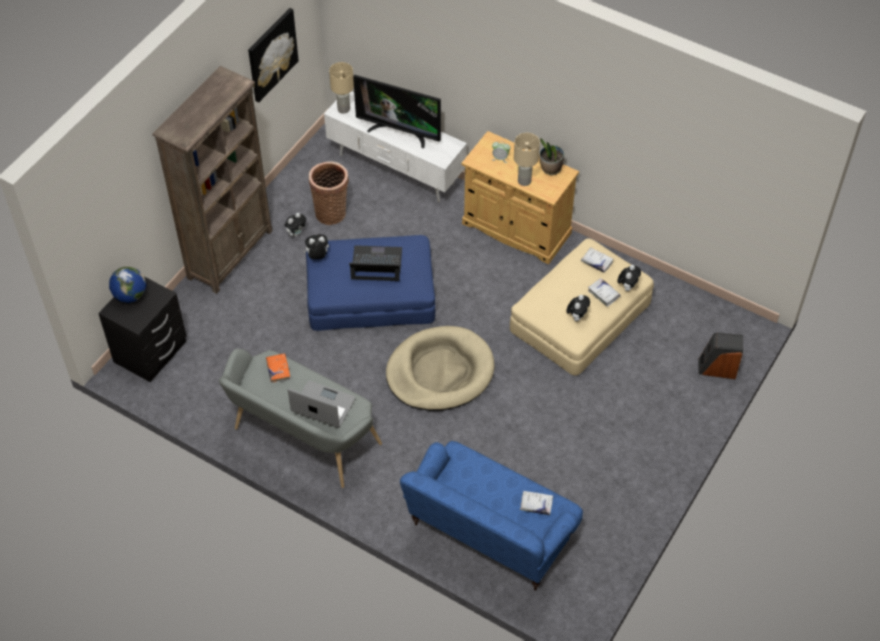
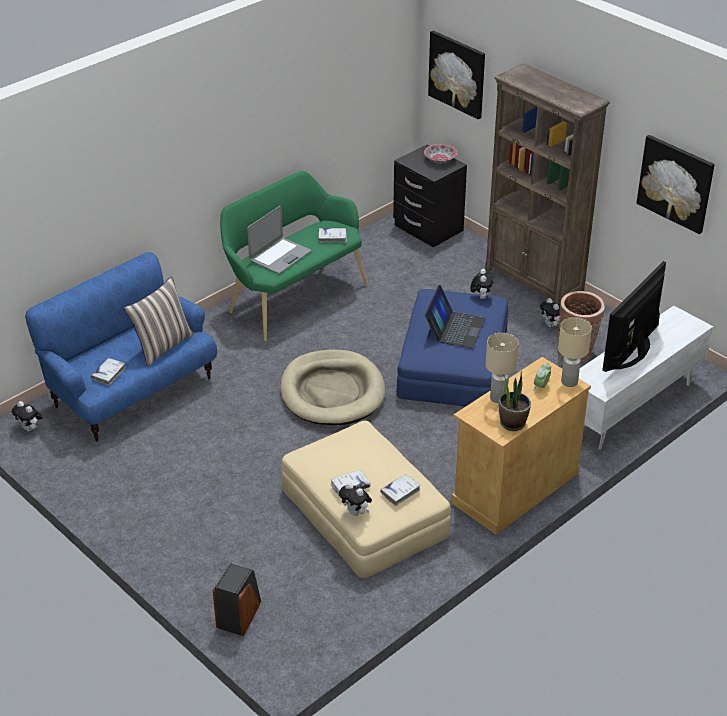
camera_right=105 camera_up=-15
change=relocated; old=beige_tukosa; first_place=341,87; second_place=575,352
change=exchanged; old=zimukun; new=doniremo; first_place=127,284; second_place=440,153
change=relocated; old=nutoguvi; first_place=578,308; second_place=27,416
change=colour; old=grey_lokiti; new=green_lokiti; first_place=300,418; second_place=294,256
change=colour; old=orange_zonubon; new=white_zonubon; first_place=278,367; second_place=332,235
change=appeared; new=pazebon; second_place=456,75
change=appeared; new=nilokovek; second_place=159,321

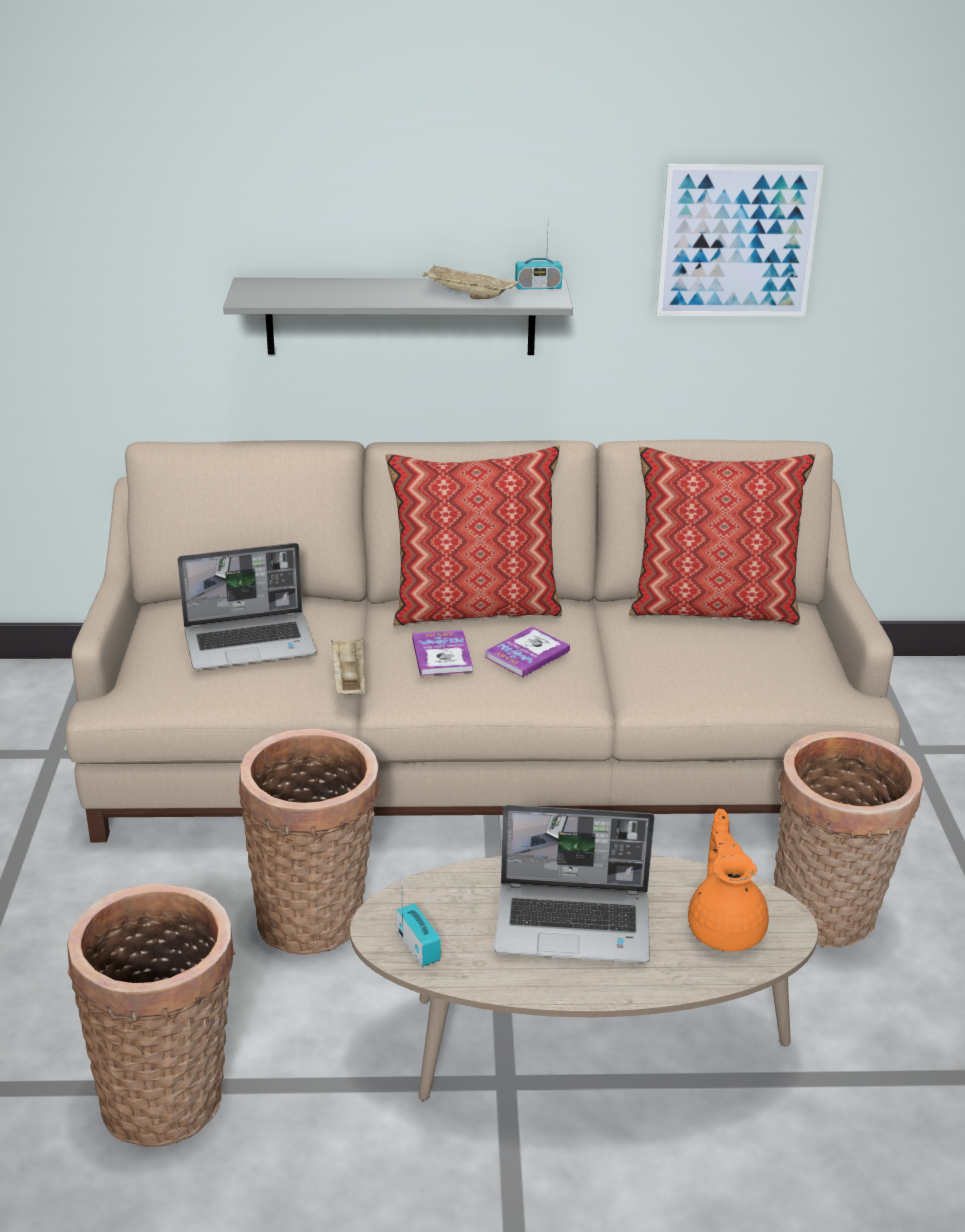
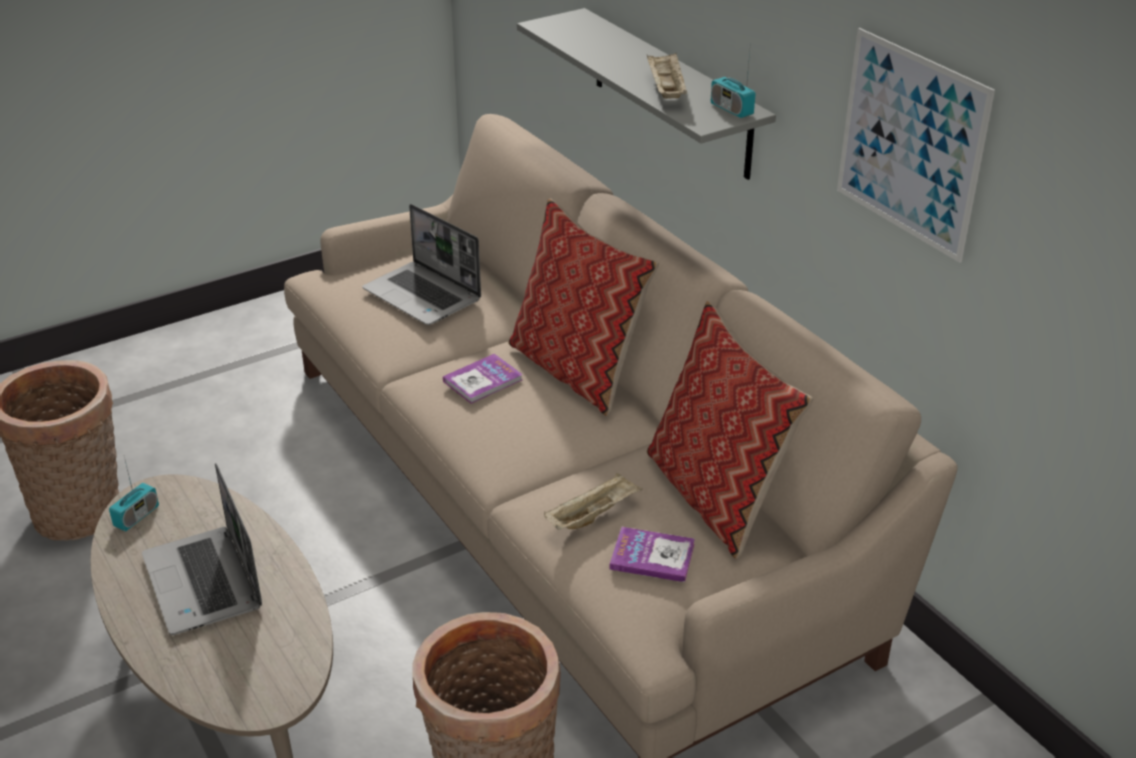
camera_right=60 camera_up=5
change=relocated; old=zonubon; first_place=527,651; second_place=652,554
change=relocated; old=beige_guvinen; first_place=348,666; second_place=593,501
change=missing; old=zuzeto; first_place=309,842
change=missing; old=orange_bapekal; first_place=728,880

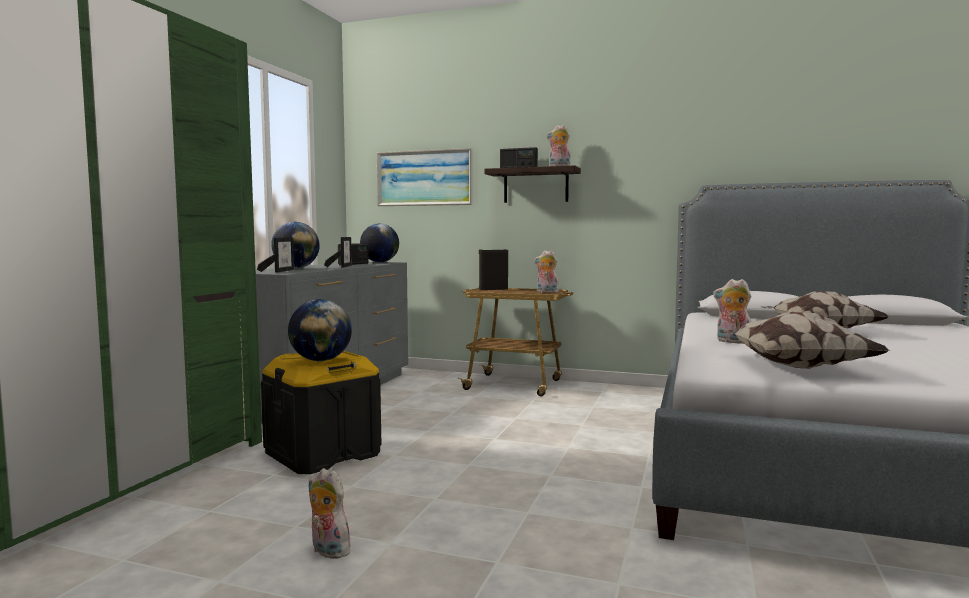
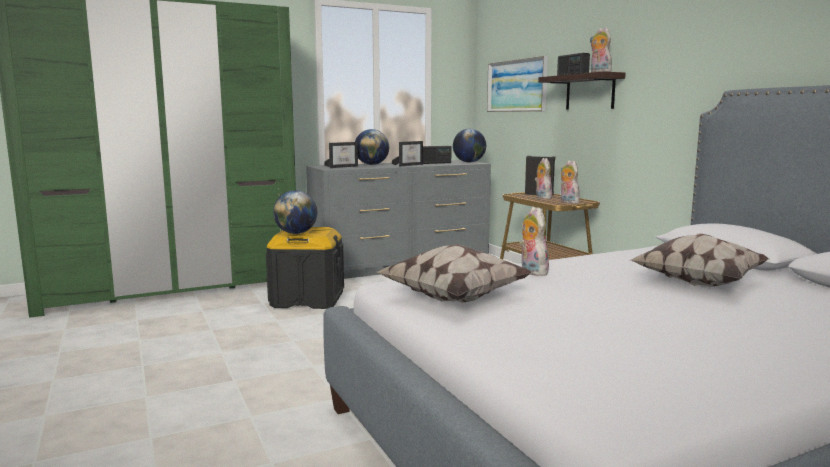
camera_right=45 camera_up=5
change=relocated; old=nutoguvi; first_place=330,513; second_place=543,178

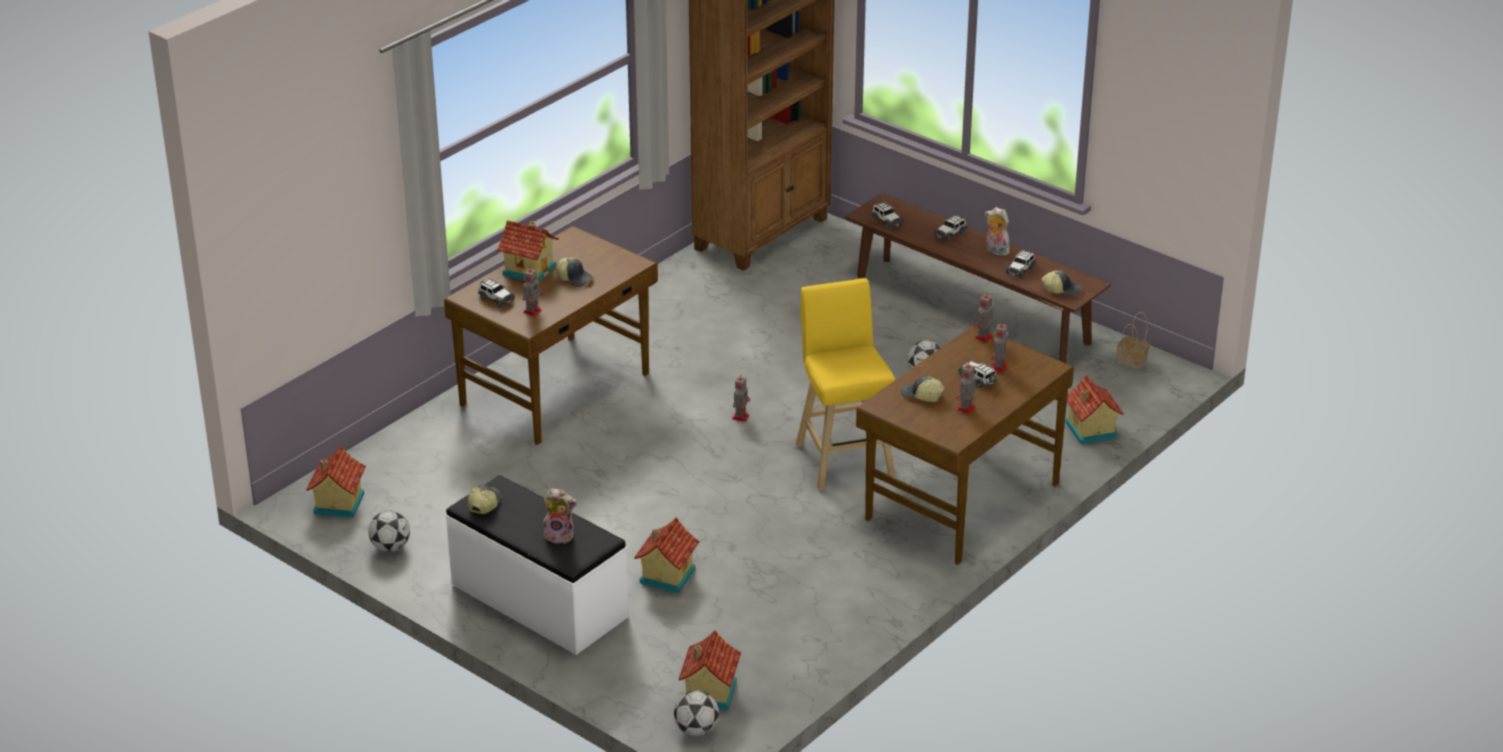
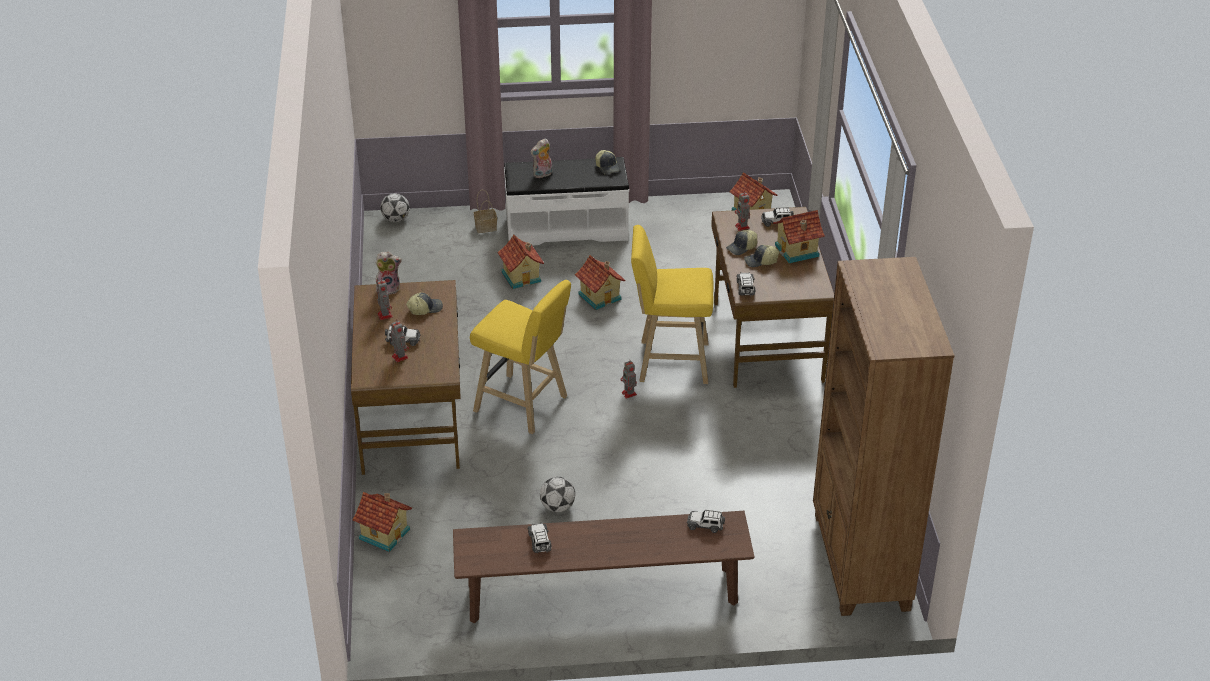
camera_right=135 camera_up=5
change=relocated; old=nutoguvi; first_place=997,231; second_place=388,273
change=relocated; old=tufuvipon; first_place=950,228; second_place=746,284
change=relocated; old=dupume; first_place=1061,283; second_place=741,242
change=missing; old=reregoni; first_place=983,317
change=relocated; old=zuzeto; first_place=1133,340; second_place=485,211
change=missing; old=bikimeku; first_place=389,531
change=relocated; old=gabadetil; first_place=710,670; second_place=600,282
change=appeared; new=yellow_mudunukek; second_place=672,304

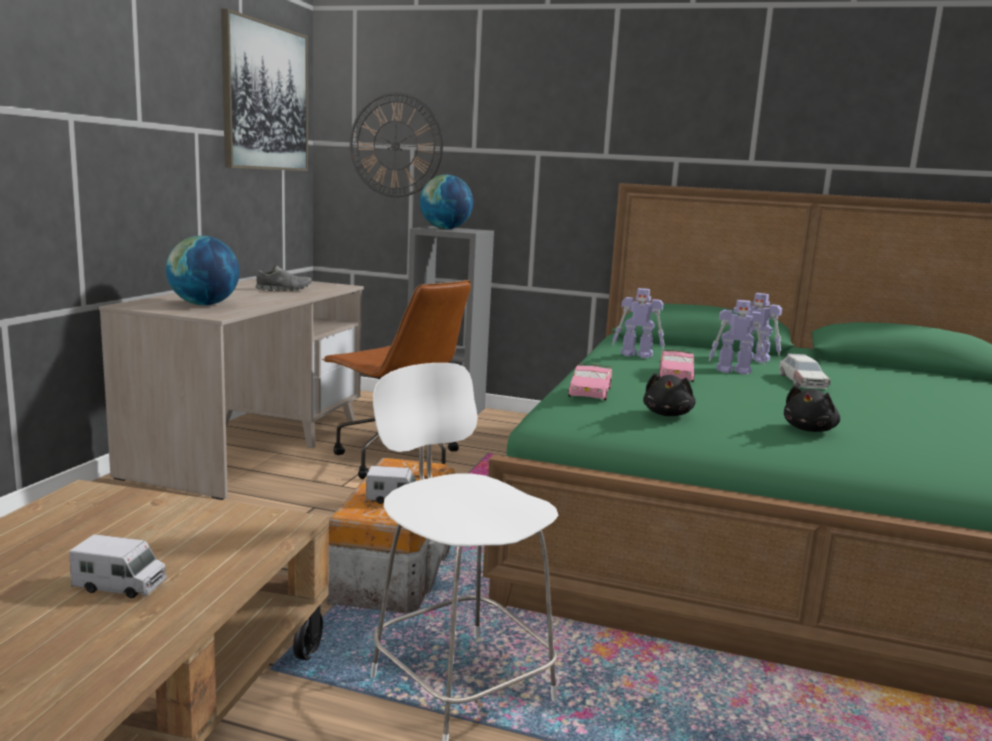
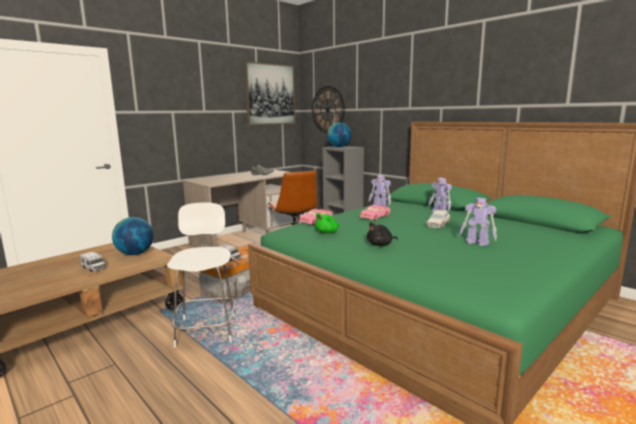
camera_right=30 camera_up=0
change=relocated; old=zimukun; first_place=202,270; second_place=133,236
change=relocated; old=reregoni; first_place=736,337; second_place=478,222
change=colour; old=black_nutoguvi; new=green_nutoguvi; first_place=669,394; second_place=327,223

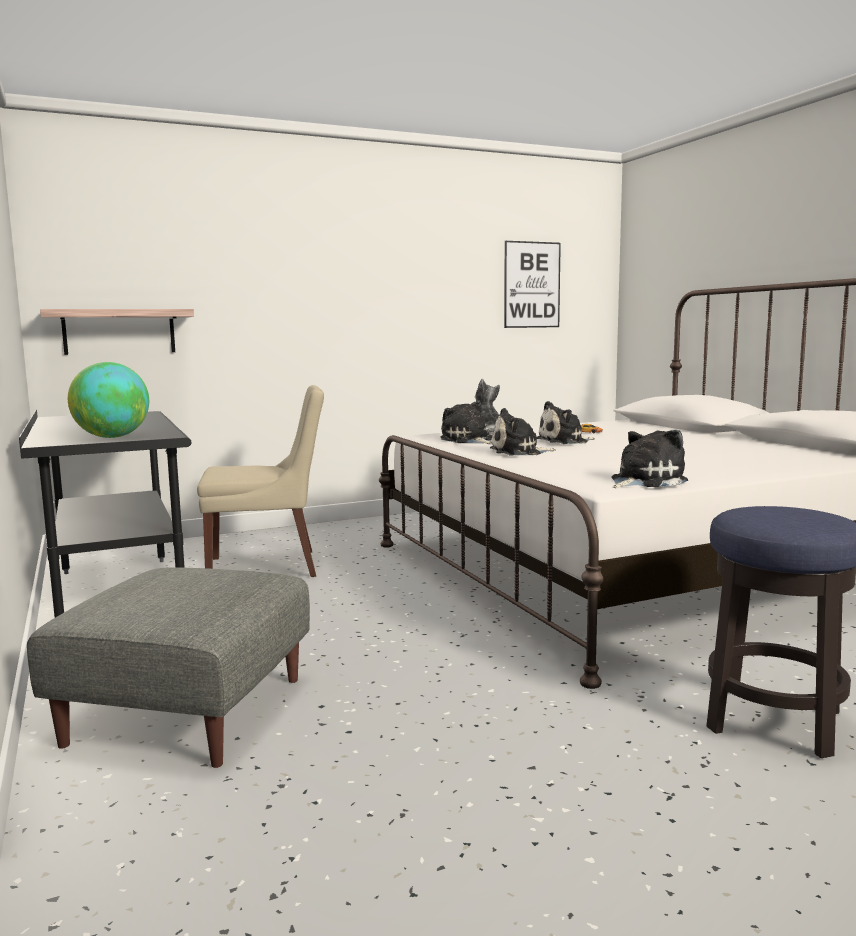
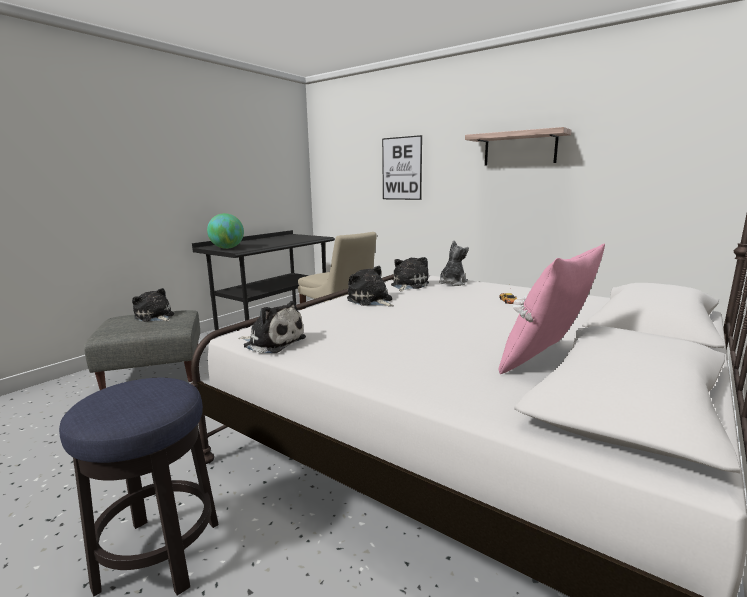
camera_right=60 camera_up=5
change=relocated; old=pazebon; first_place=532,284; second_place=402,167
change=relocated; old=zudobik; first_place=117,332; second_place=518,146
change=relocated; old=nutoguvi; first_place=566,422; second_place=153,305
change=appeared; new=pink_nilokovek; second_place=552,308

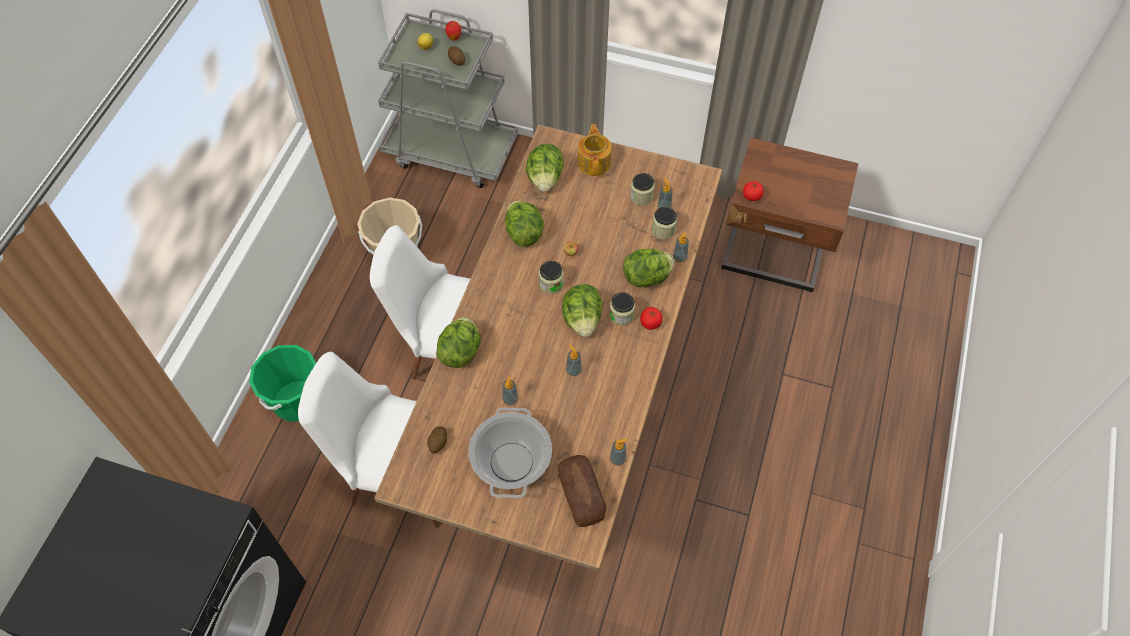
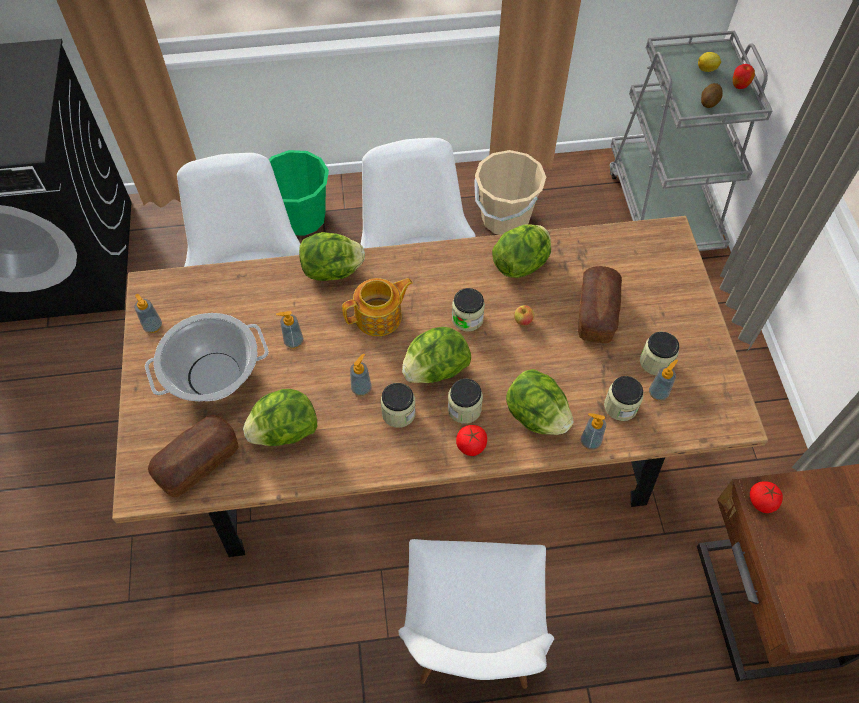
camera_right=65 camera_up=0
change=relocated; old=bapekal; first_place=594,150; second_place=377,307
change=relocated; old=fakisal; first_place=545,168; second_place=280,417
change=missing; old=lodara; first_place=437,440
change=relocated; old=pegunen; first_place=619,452; second_place=148,313
change=appeared; new=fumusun; second_place=600,304
change=appeared; new=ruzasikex; second_place=398,405
change=appeared; new=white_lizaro; second_place=476,614

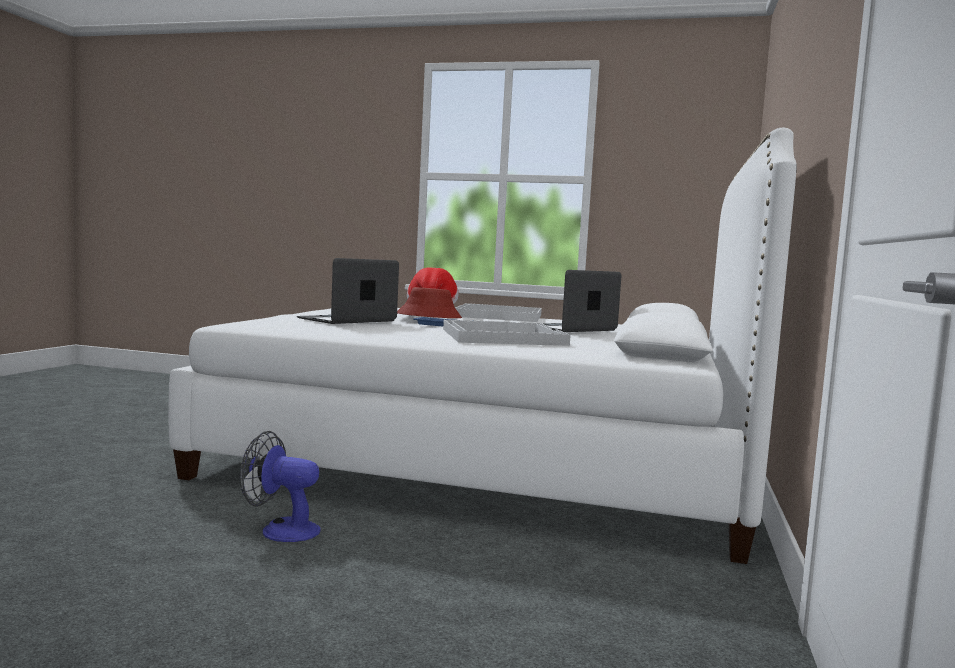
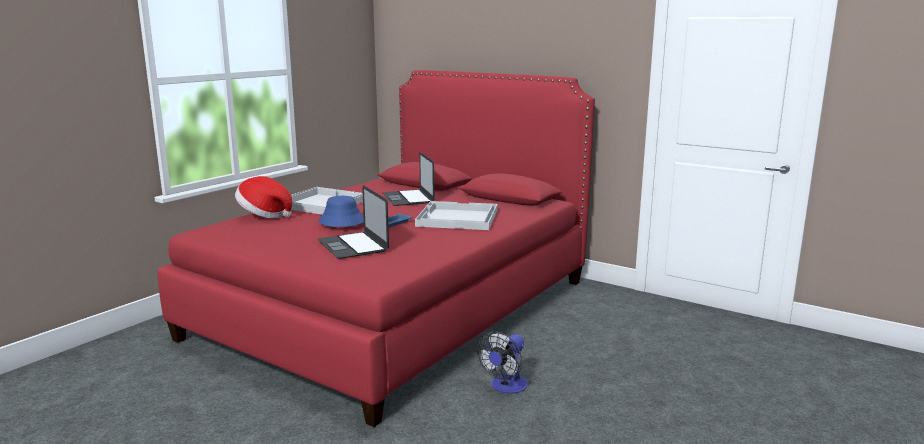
camera_right=-70 camera_up=10
change=colour; old=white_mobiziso; new=red_mobiziso; first_place=483,346; second_place=376,248
change=colour; old=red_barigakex; new=blue_barigakex; first_place=429,302; second_place=341,211

